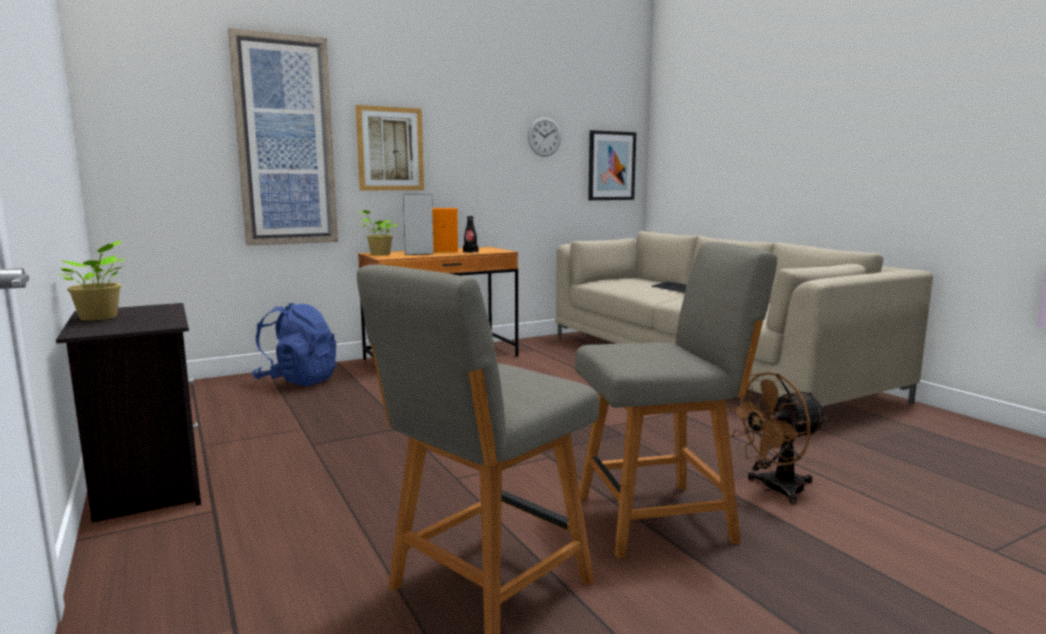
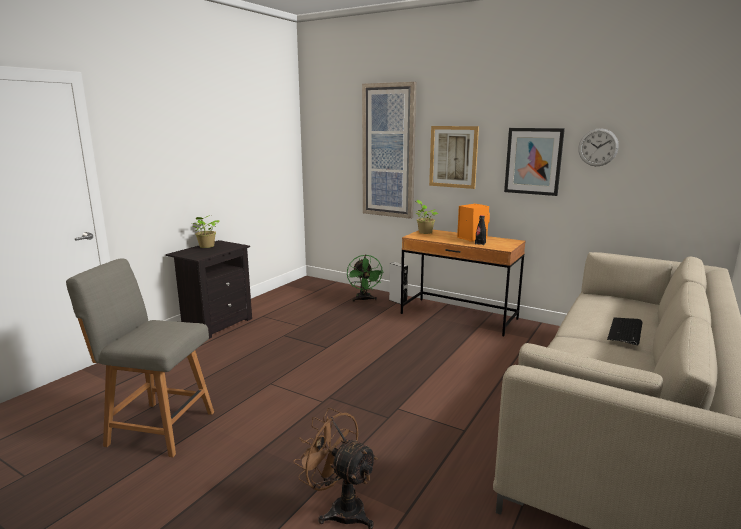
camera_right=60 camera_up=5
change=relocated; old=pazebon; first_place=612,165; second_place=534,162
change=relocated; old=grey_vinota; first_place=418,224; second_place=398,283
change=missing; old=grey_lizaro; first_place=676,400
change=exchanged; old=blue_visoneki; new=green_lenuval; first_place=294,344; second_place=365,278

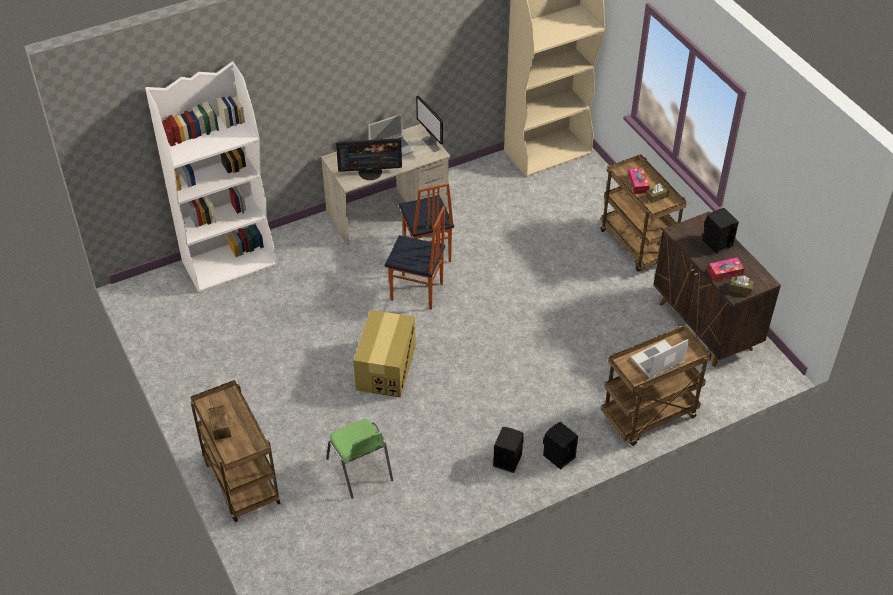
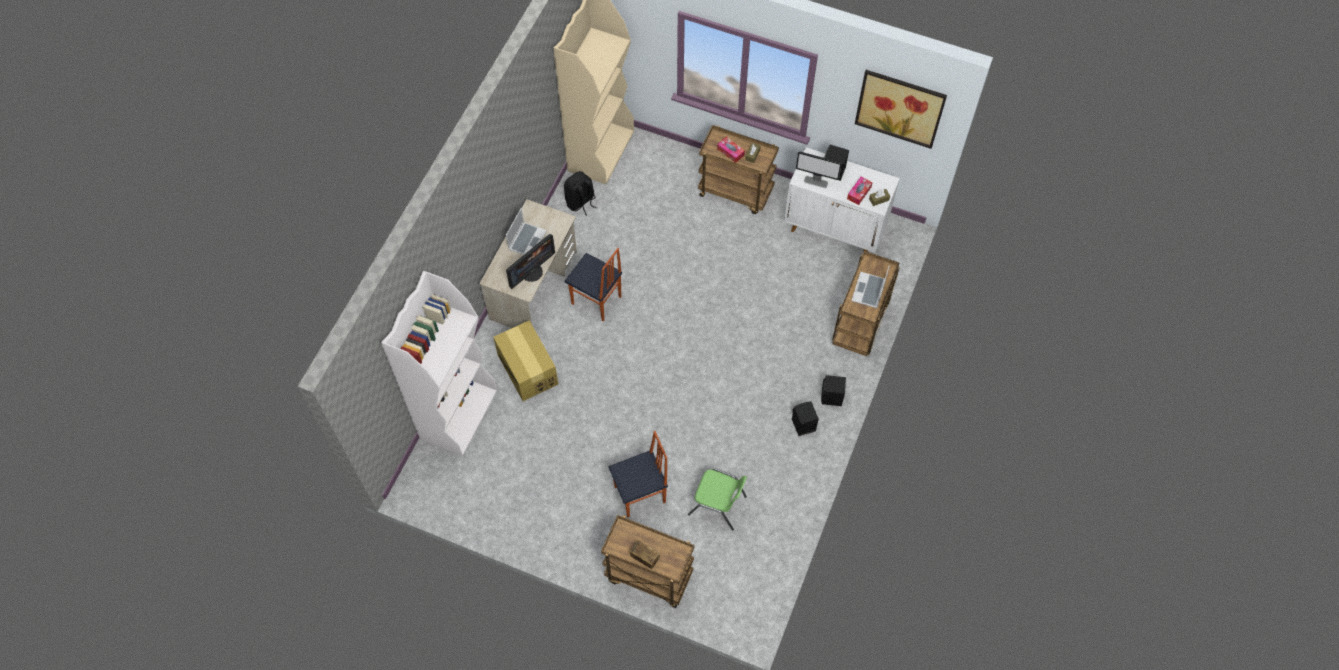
camera_right=-40 camera_up=15
change=relocated; old=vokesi; first_place=429,123; second_place=819,169
change=relocated; old=lizaro; first_place=415,258; second_place=638,474
change=colour; old=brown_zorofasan; new=white_zorofasan; first_place=717,289; second_place=842,200
change=relocated; old=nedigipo; first_place=384,354; second_place=525,360
change=appeared; new=pazebon; second_place=901,109
change=appeared; new=black_visoneki; second_place=580,193

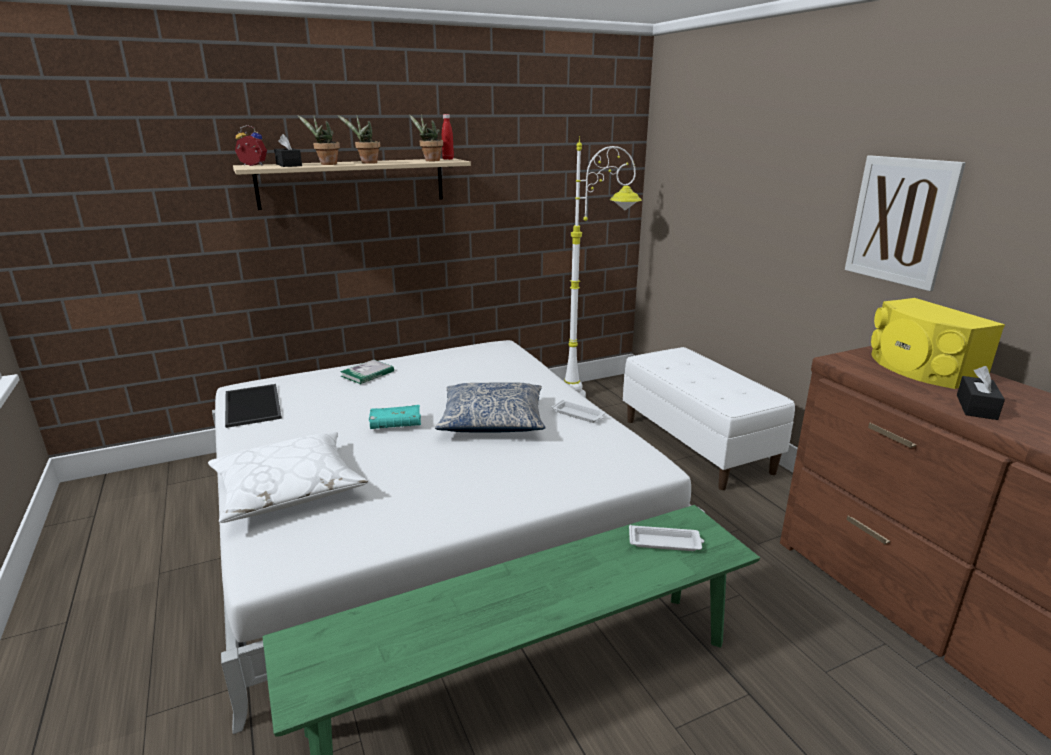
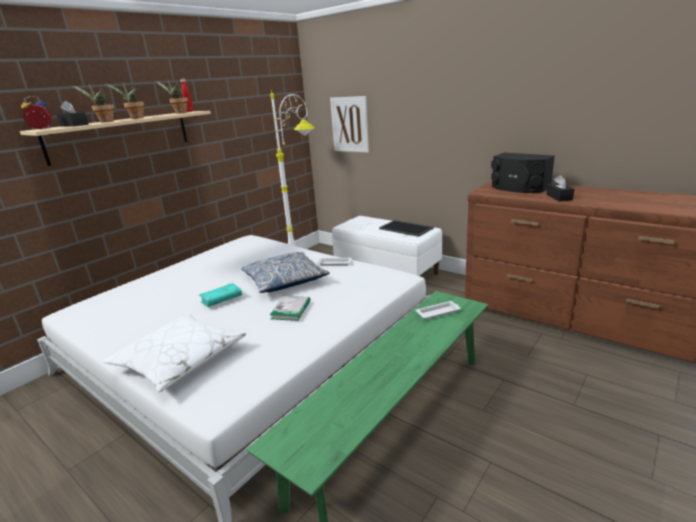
camera_right=-25 camera_up=0
change=relocated; old=pazebon; first_place=905,223; second_place=349,124
change=colour; old=yellow_vinota; new=black_vinota; first_place=938,343; second_place=523,173
change=relocated; old=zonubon; first_place=367,372; second_place=290,308
change=relocated; old=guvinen; first_place=253,406; second_place=406,228

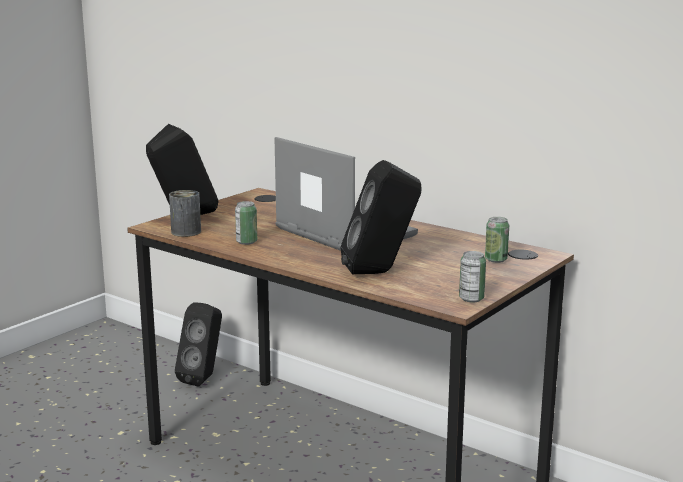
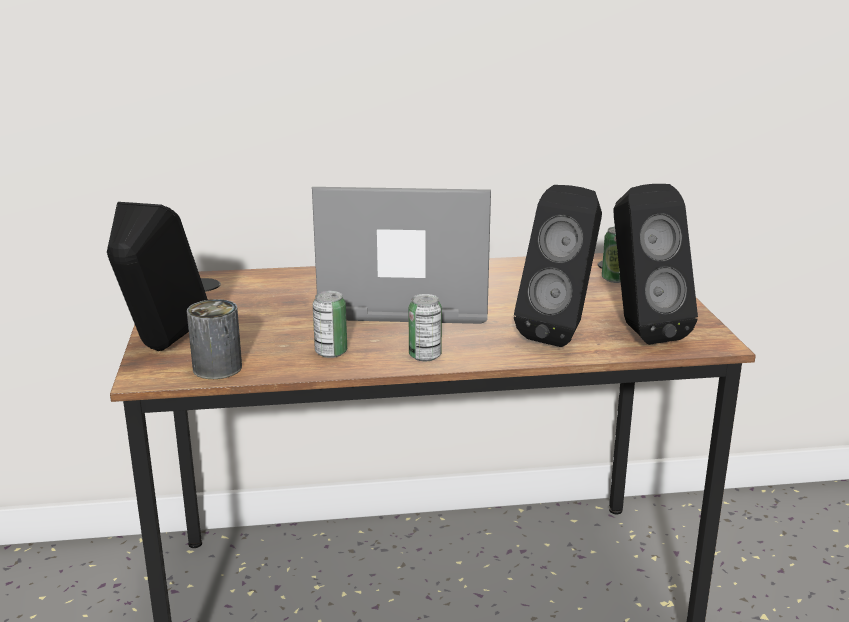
camera_right=-45 camera_up=5
change=relocated; old=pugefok; first_place=472,276; second_place=425,327
change=relocated; old=black_vinota; first_place=198,344; second_place=656,264

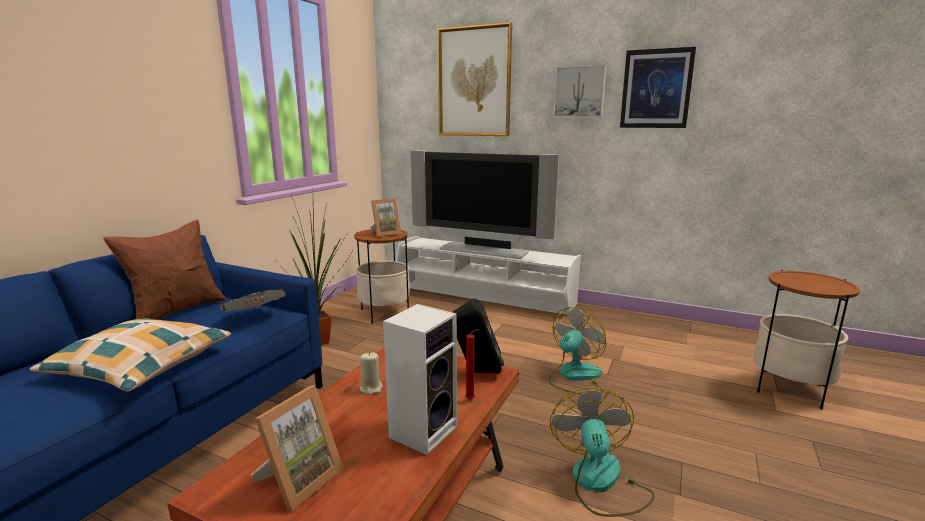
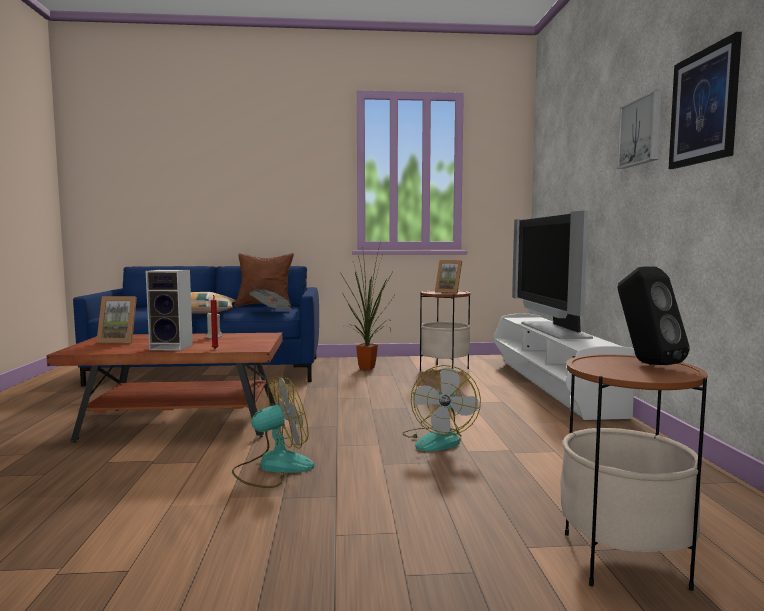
camera_right=60 camera_up=-10
change=missing; old=pazebon; first_place=475,79
change=relocated; old=black_vinota; first_place=478,335; second_place=654,315
change=spun; old=lenuval; first_place=577,351; second_place=441,408; degrees=90

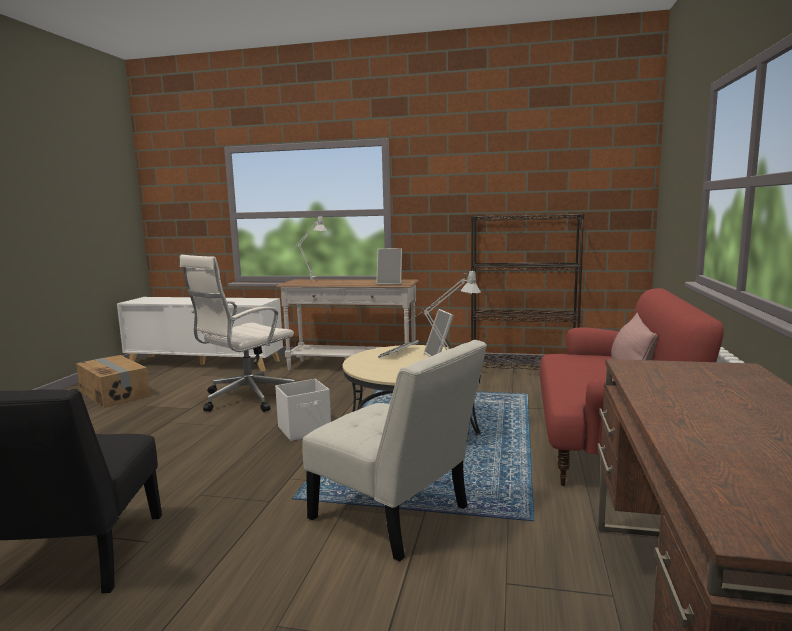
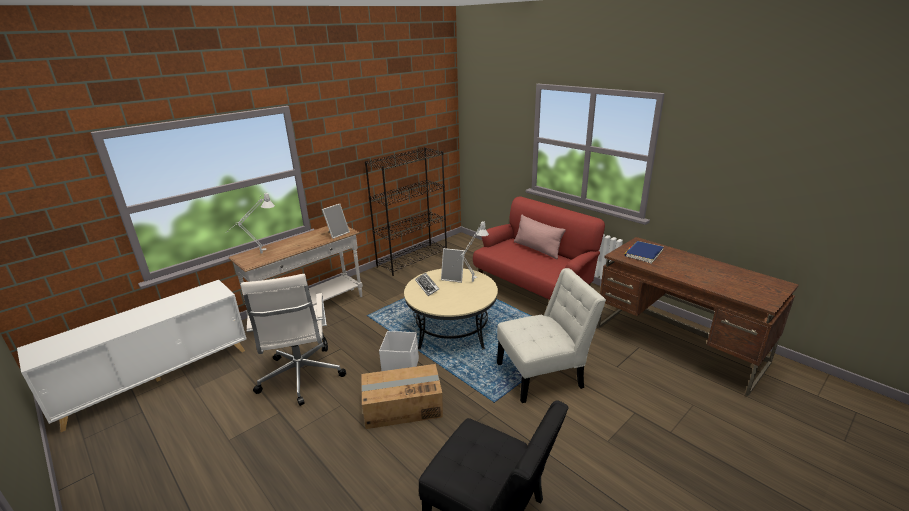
camera_right=-55 camera_up=15
change=relocated; old=nedigipo; first_place=113,381; second_place=402,396
change=appeared; new=blue_zonubon; second_place=644,252

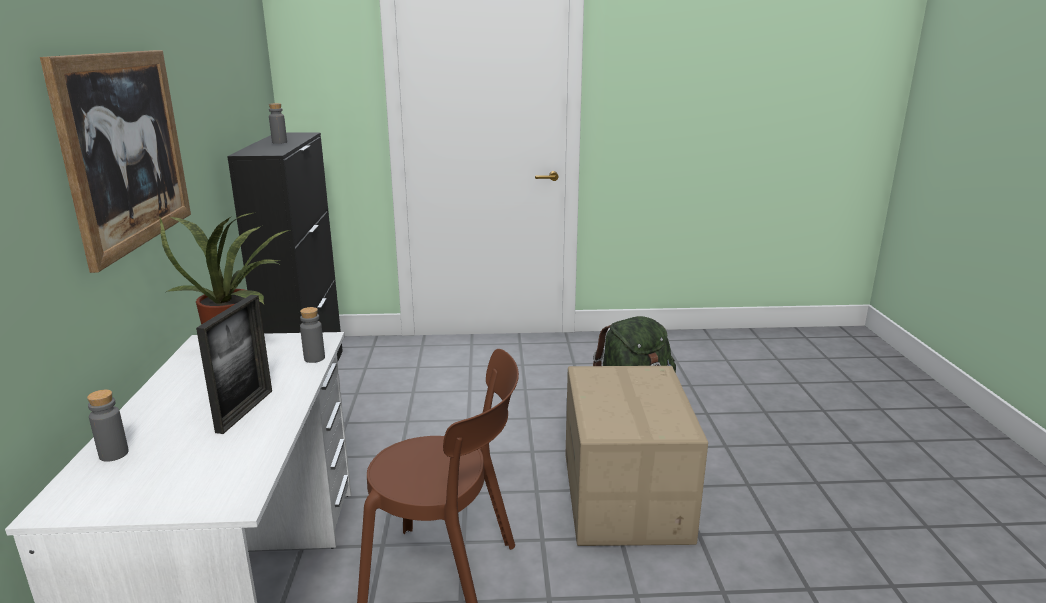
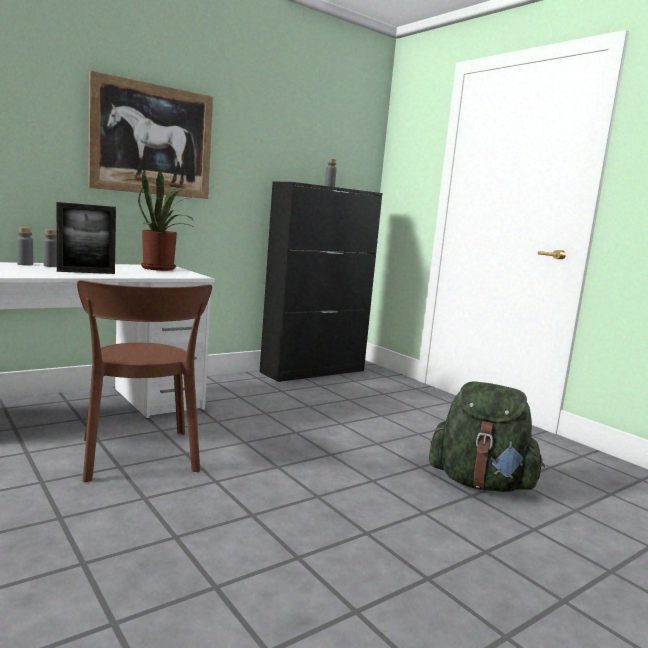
camera_right=55 camera_up=-10
change=relocated; old=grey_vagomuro; first_place=312,335; second_place=50,248
change=missing; old=nedigipo; first_place=636,456

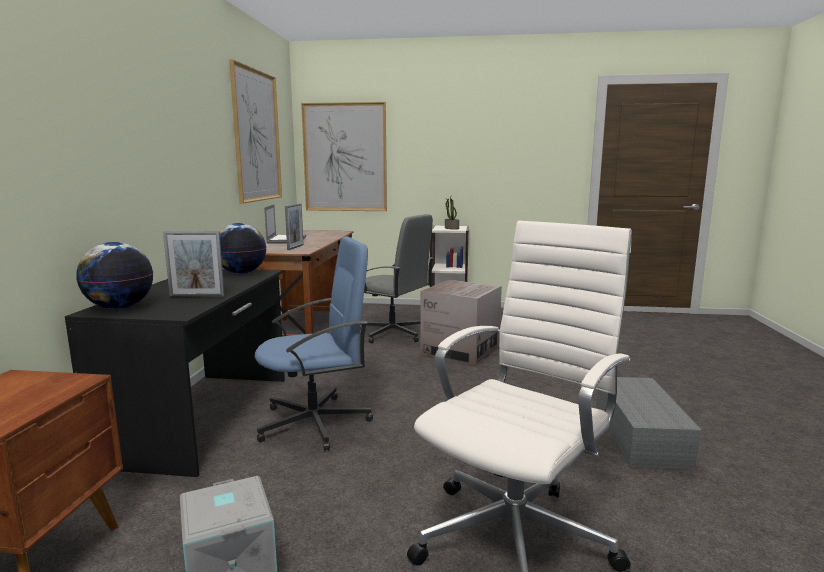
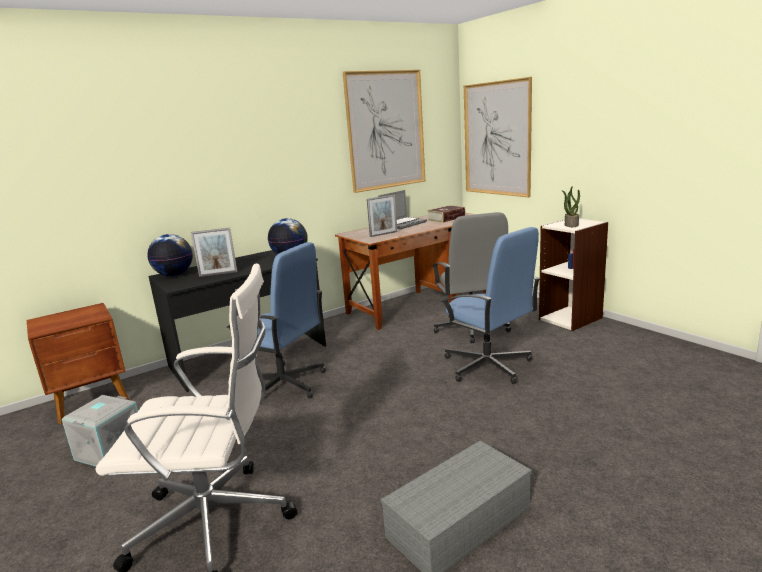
camera_right=50 camera_up=5
change=spun; old=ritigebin; first_place=194,264; second_place=214,252; degrees=-60
change=exchanged; old=nedigipo; new=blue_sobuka; first_place=461,323; second_place=490,305
change=appeared; new=zonubon; second_place=446,214

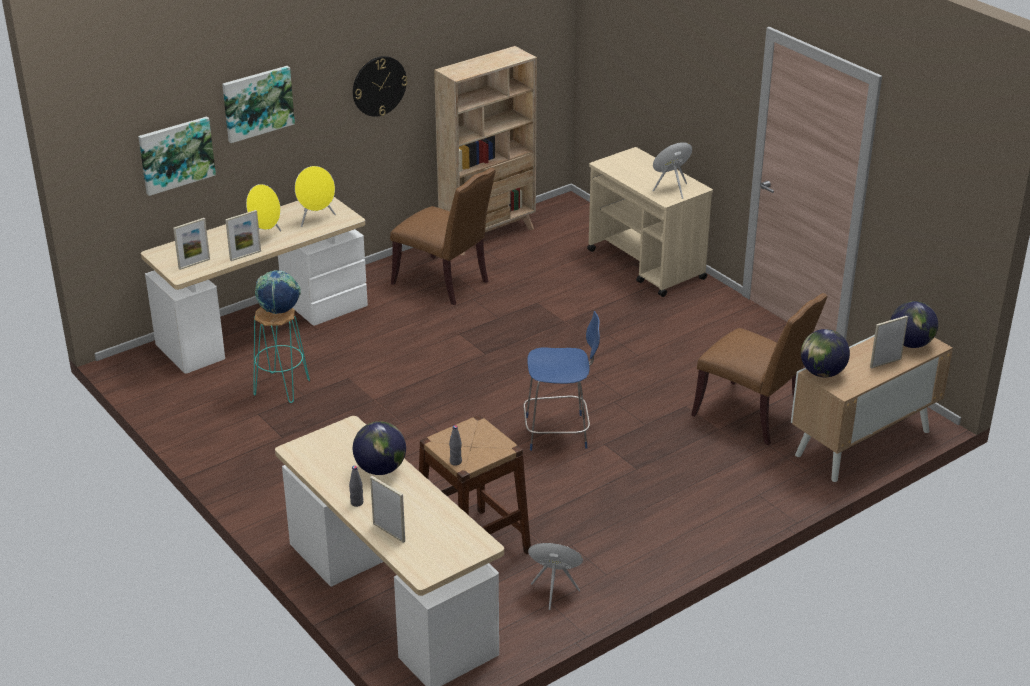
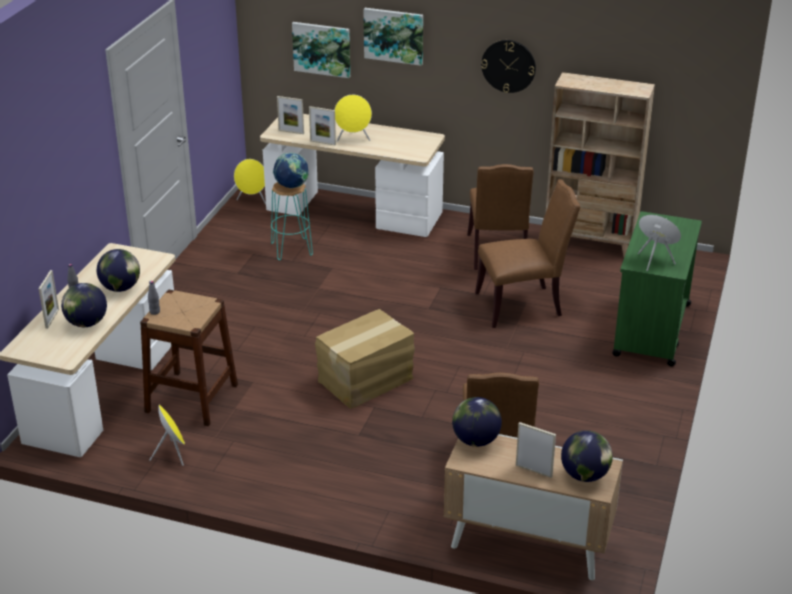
camera_right=55 camera_up=0
change=colour; old=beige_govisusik; new=green_govisusik; first_place=650,222; second_place=657,288
change=relocated; old=yellow_vinota; first_place=315,196; second_place=250,182
change=exchanged; old=blue_lizaro; new=nedigipo; first_place=561,381; second_place=365,359
change=appeared; new=brown_lizaro; second_place=528,253
change=appeared; new=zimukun; second_place=84,305

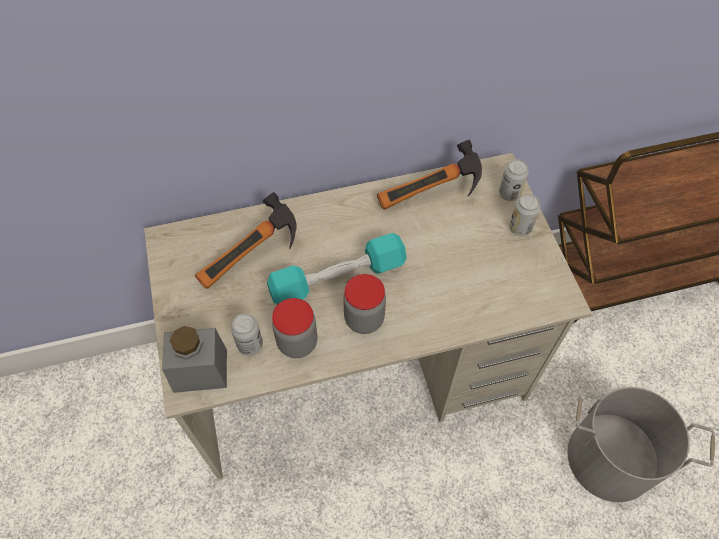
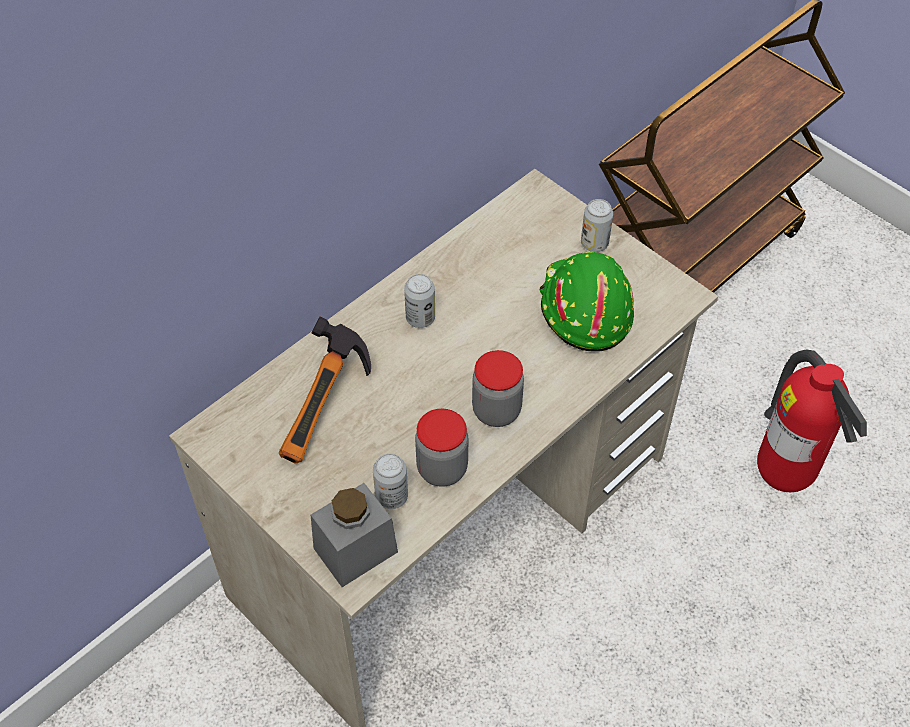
camera_right=-30 camera_up=-5
change=missing; old=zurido; first_place=429,175
change=relocated; old=pugefok; first_place=514,180; second_place=419,301
change=missing; old=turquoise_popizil; first_place=337,269
change=exchanged; old=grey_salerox; new=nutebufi; first_place=641,444; second_place=812,420
change=appeared; new=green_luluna; second_place=587,302

